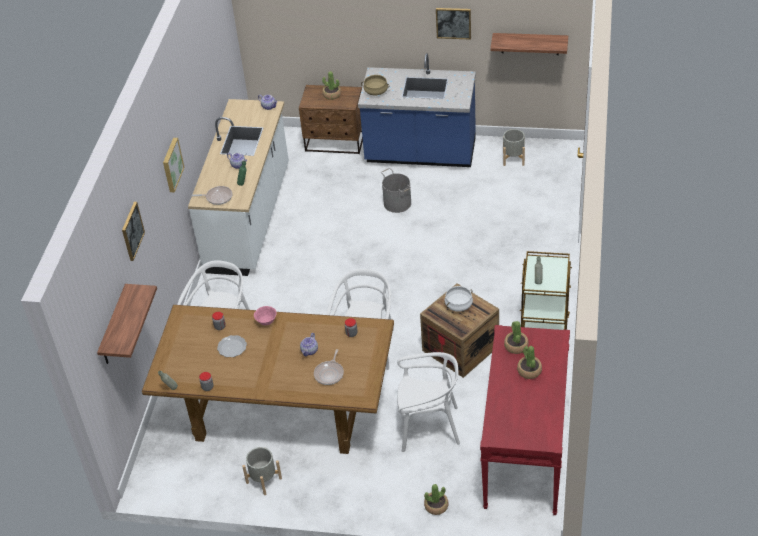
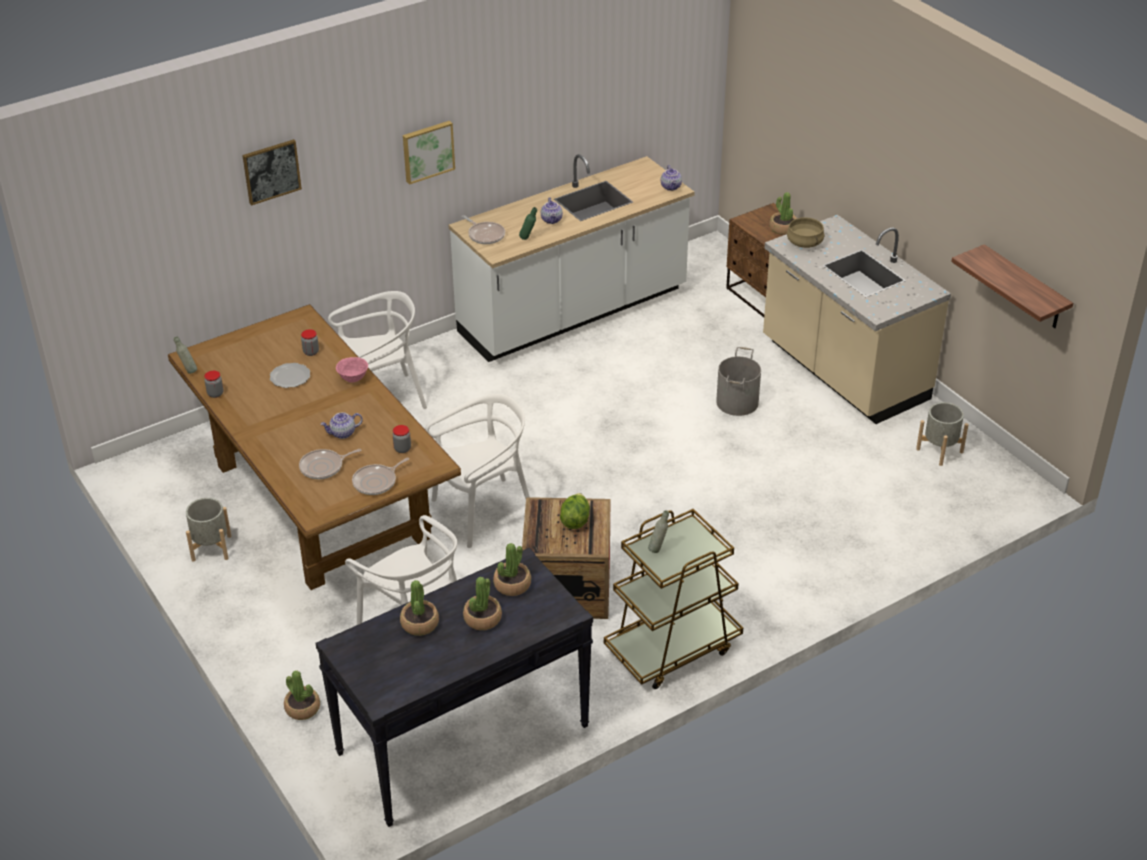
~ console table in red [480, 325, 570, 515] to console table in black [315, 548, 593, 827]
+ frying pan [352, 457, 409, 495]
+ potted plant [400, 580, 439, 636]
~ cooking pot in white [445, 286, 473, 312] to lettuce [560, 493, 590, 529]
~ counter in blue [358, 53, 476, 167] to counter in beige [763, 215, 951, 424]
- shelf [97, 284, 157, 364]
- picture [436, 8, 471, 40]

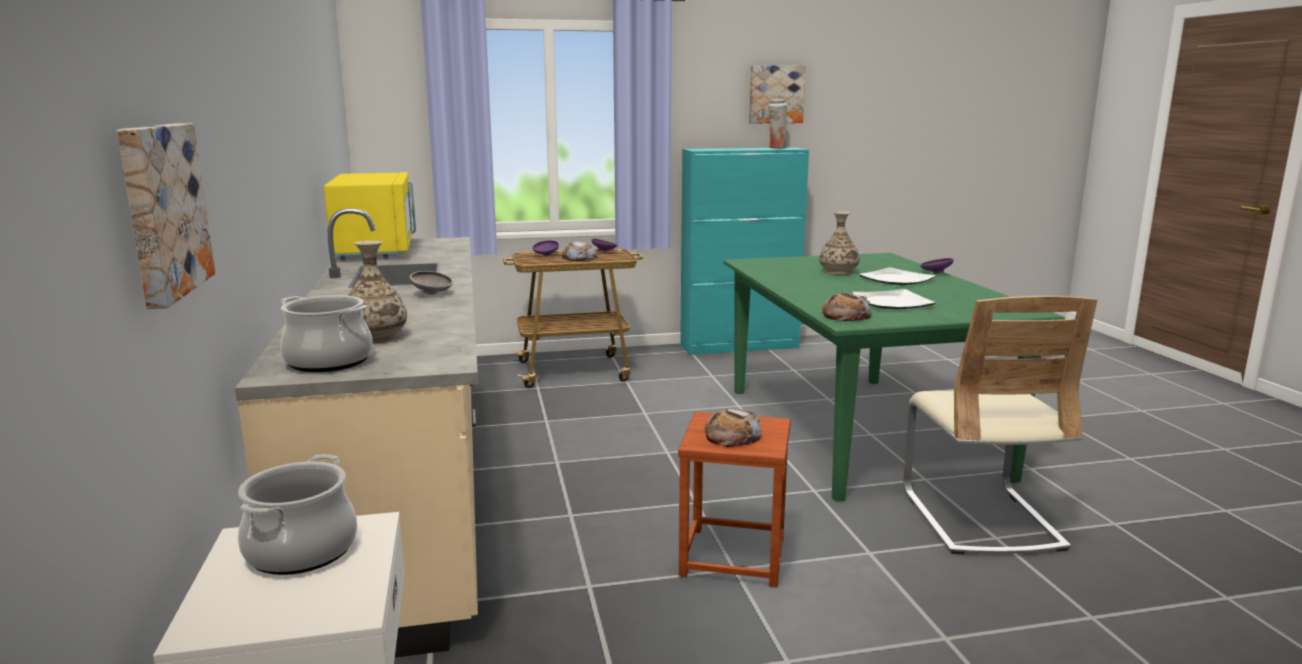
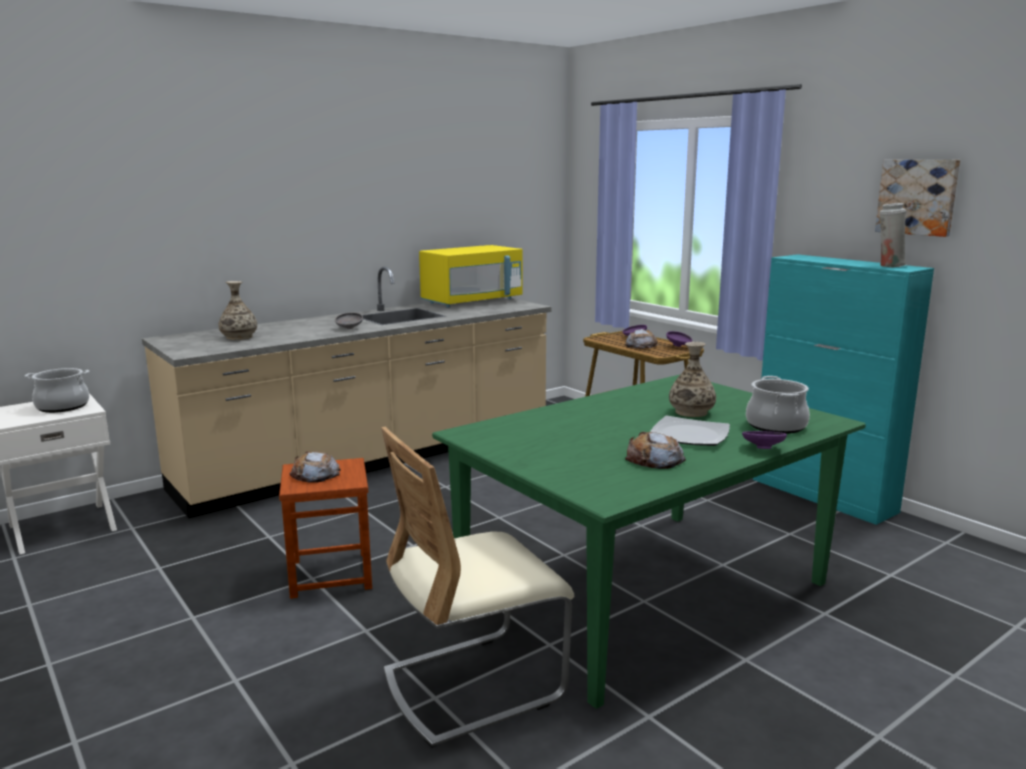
~ bread [821, 292, 872, 321] to [625, 432, 686, 469]
~ cooking pot [280, 295, 373, 372] to [746, 376, 810, 434]
- picture [117, 123, 215, 309]
- plate [852, 289, 936, 309]

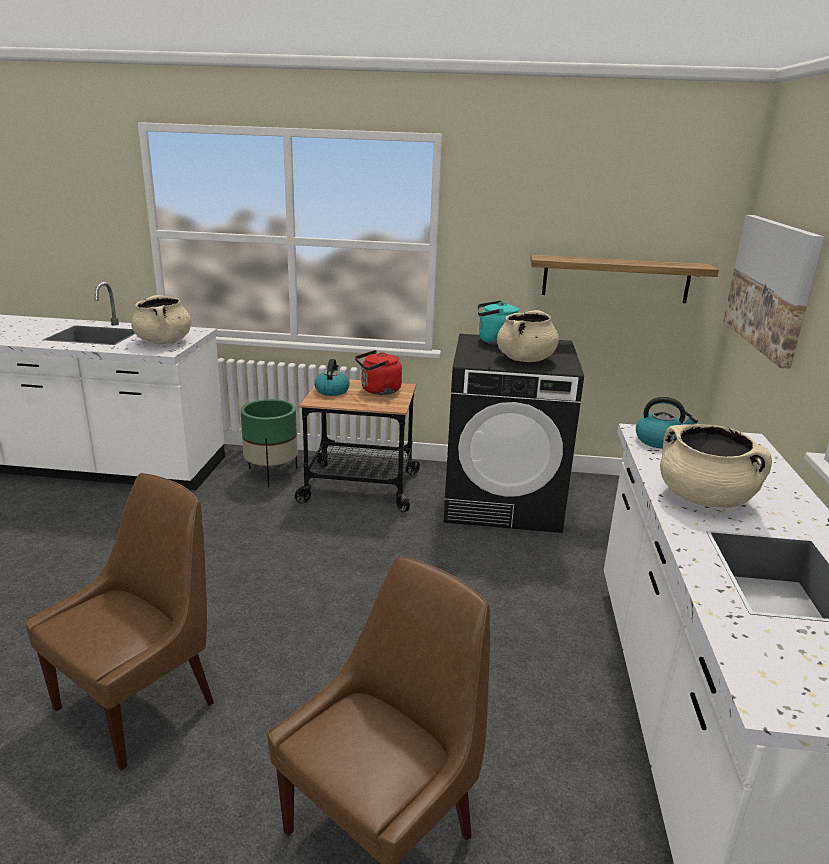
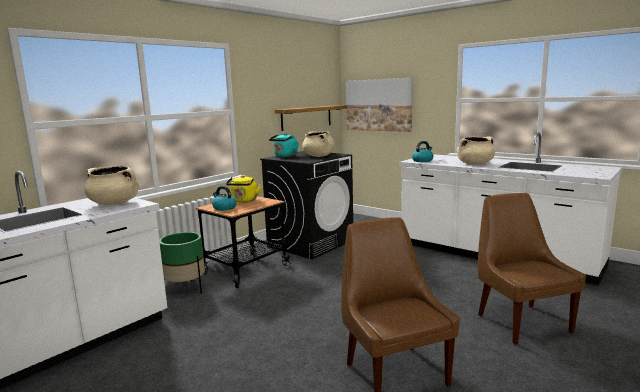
~ kettle in red [355, 350, 402, 395] to kettle in yellow [226, 175, 262, 202]

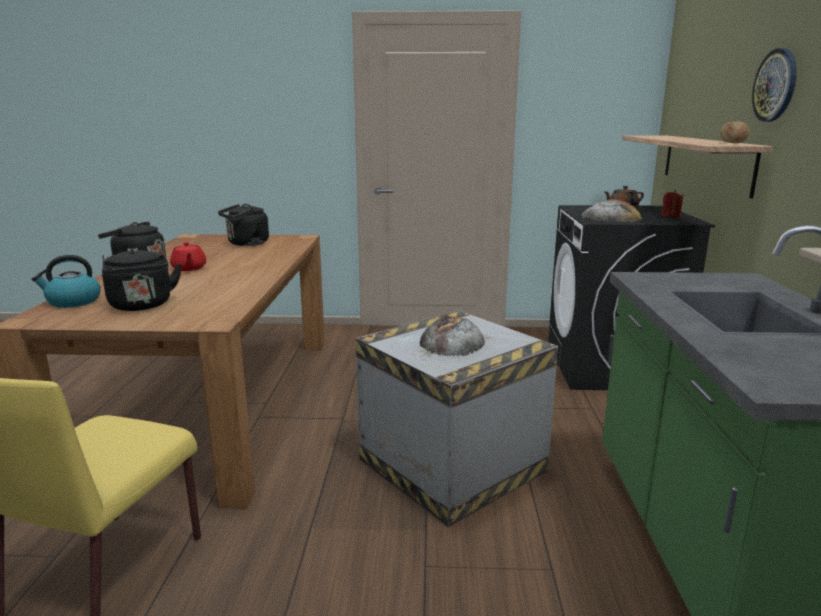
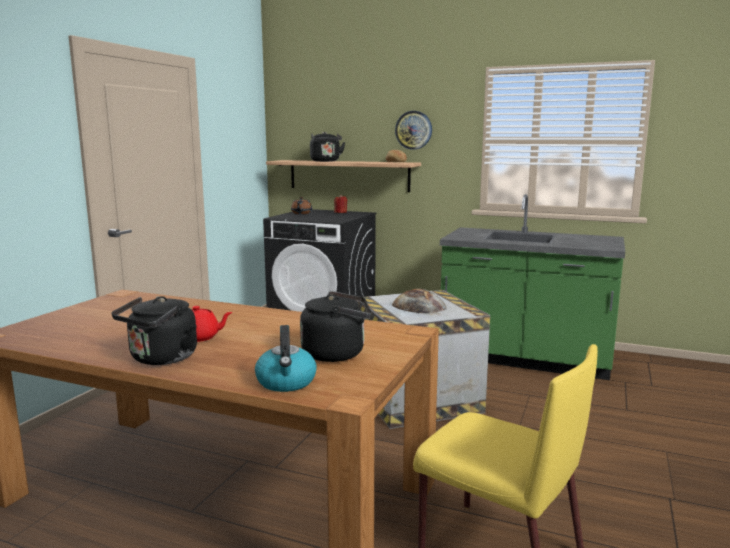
~ kettle in black [218, 204, 269, 246] to [310, 132, 345, 162]
- bread [581, 199, 642, 222]

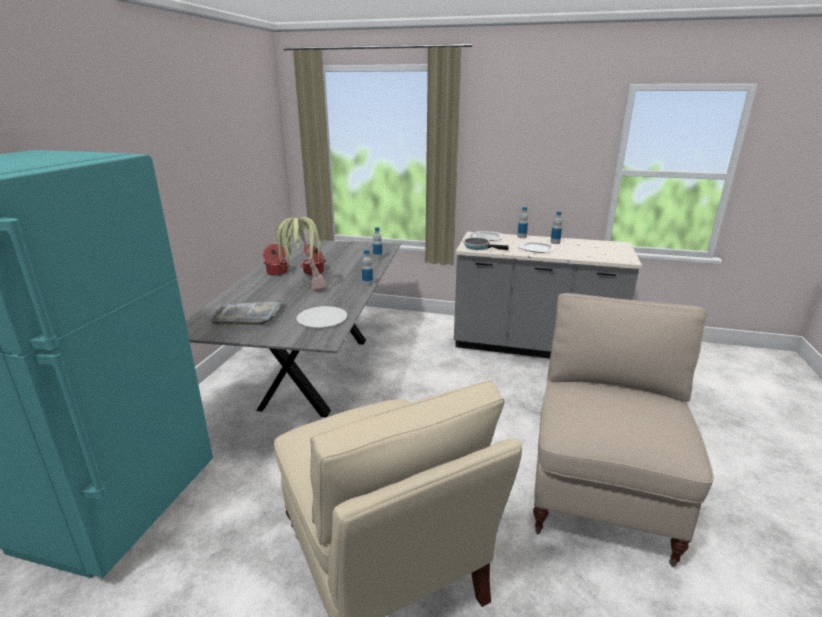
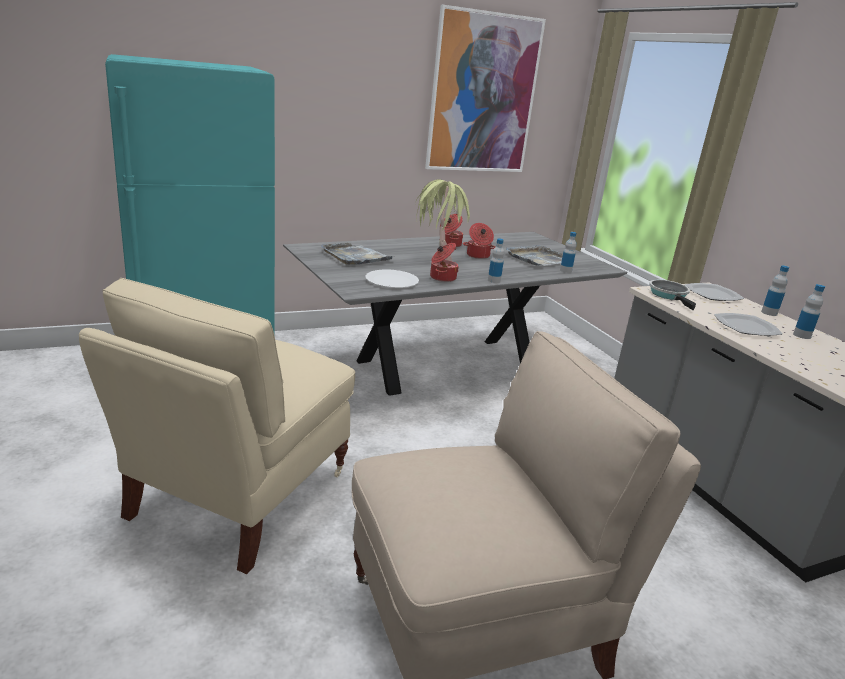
+ picture [425, 5, 546, 172]
+ cooking pot [430, 243, 459, 282]
+ tray in grey [506, 245, 563, 266]

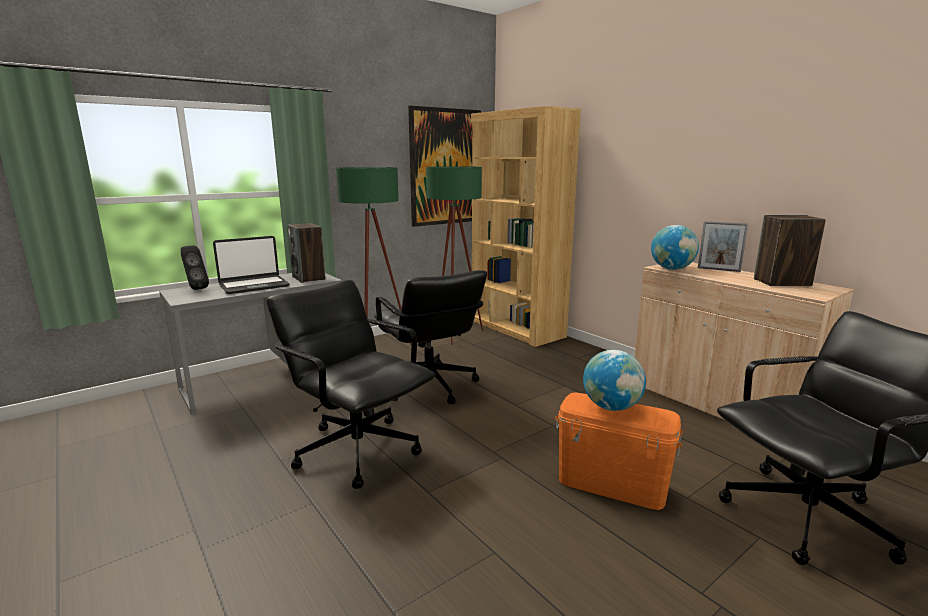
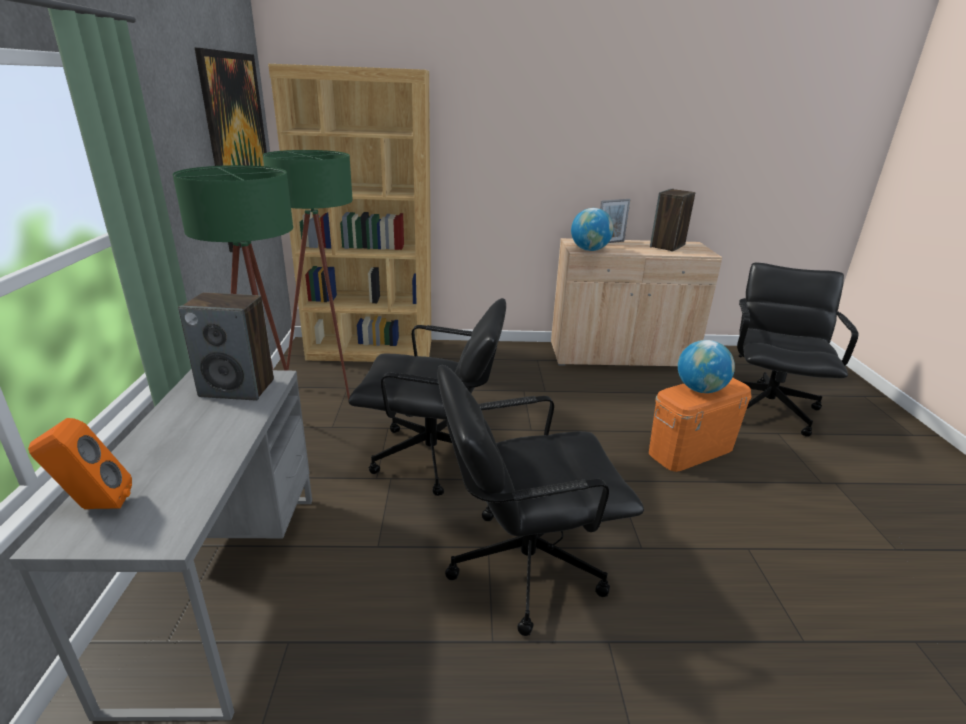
~ speaker in black [181, 246, 209, 290] to speaker in orange [28, 418, 132, 509]
- laptop [213, 236, 290, 294]

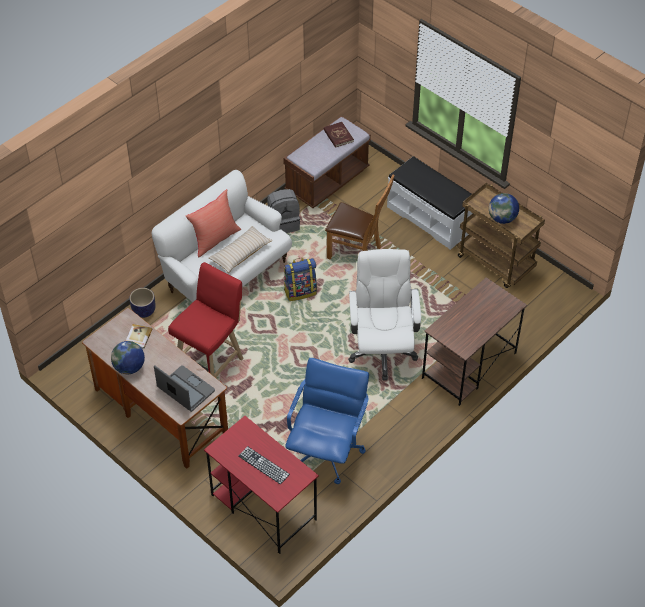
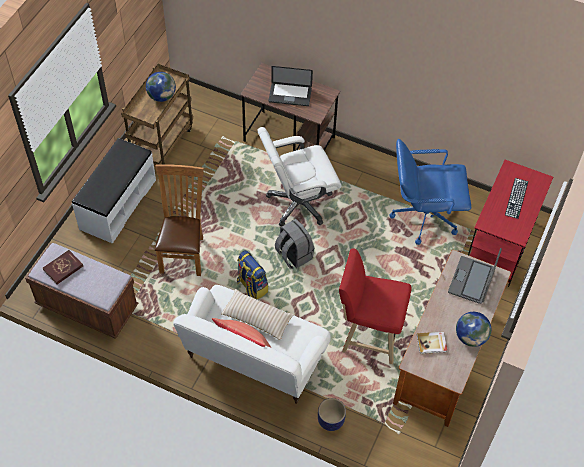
+ laptop [269, 66, 313, 106]
~ backpack in grey [267, 189, 300, 233] to [275, 219, 314, 269]

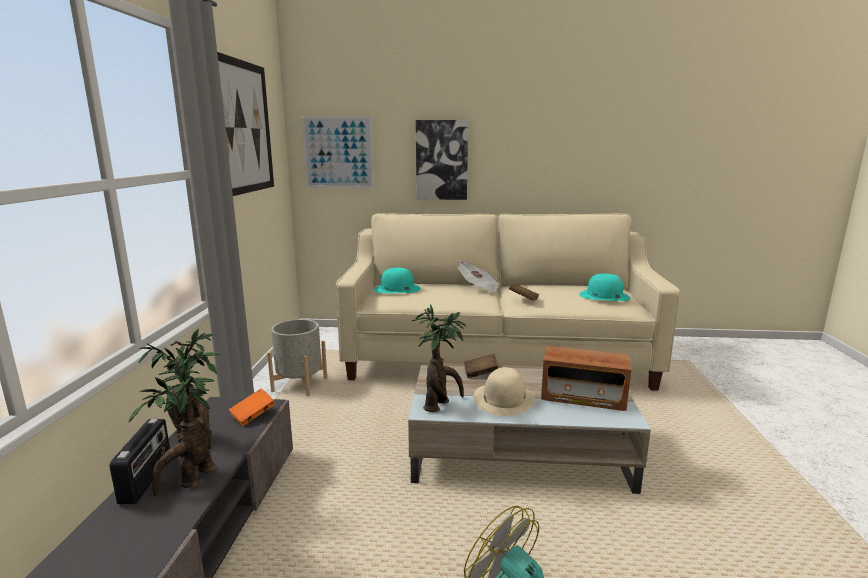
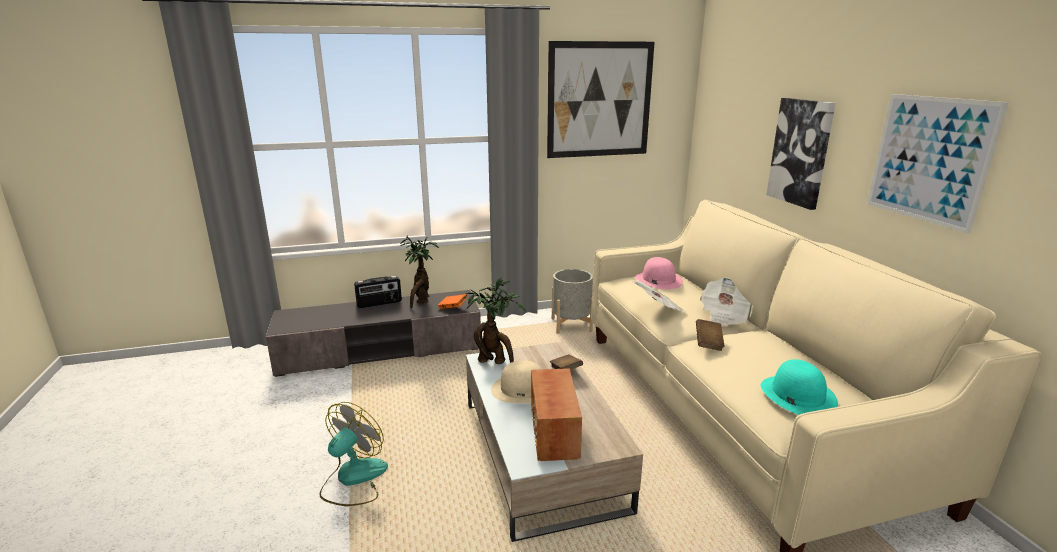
+ newspaper [633, 281, 687, 312]
~ hat in turquoise [374, 268, 421, 293] to hat in pink [635, 257, 683, 290]
~ picture [302, 116, 374, 188] to [867, 94, 1009, 234]
- potted plant [129, 356, 216, 496]

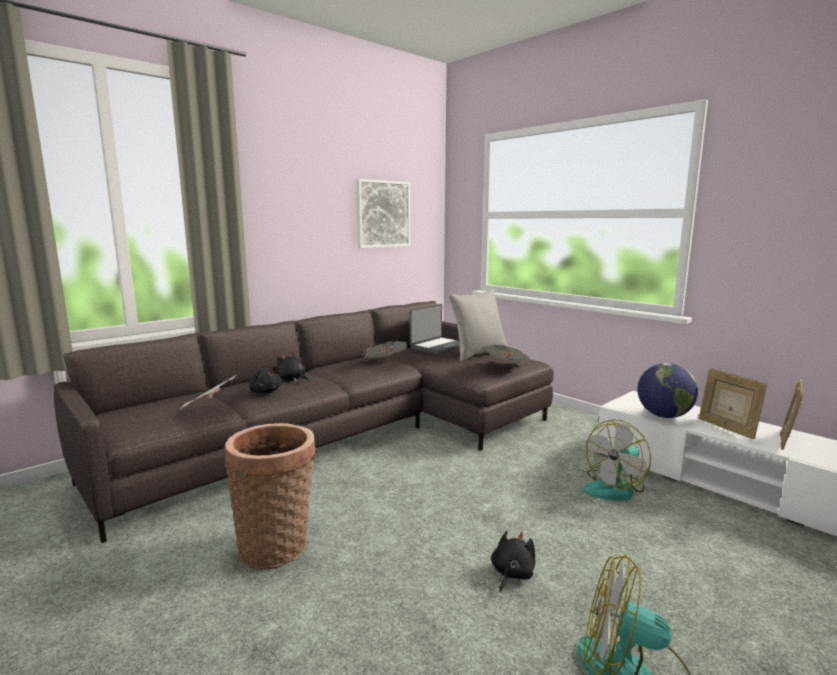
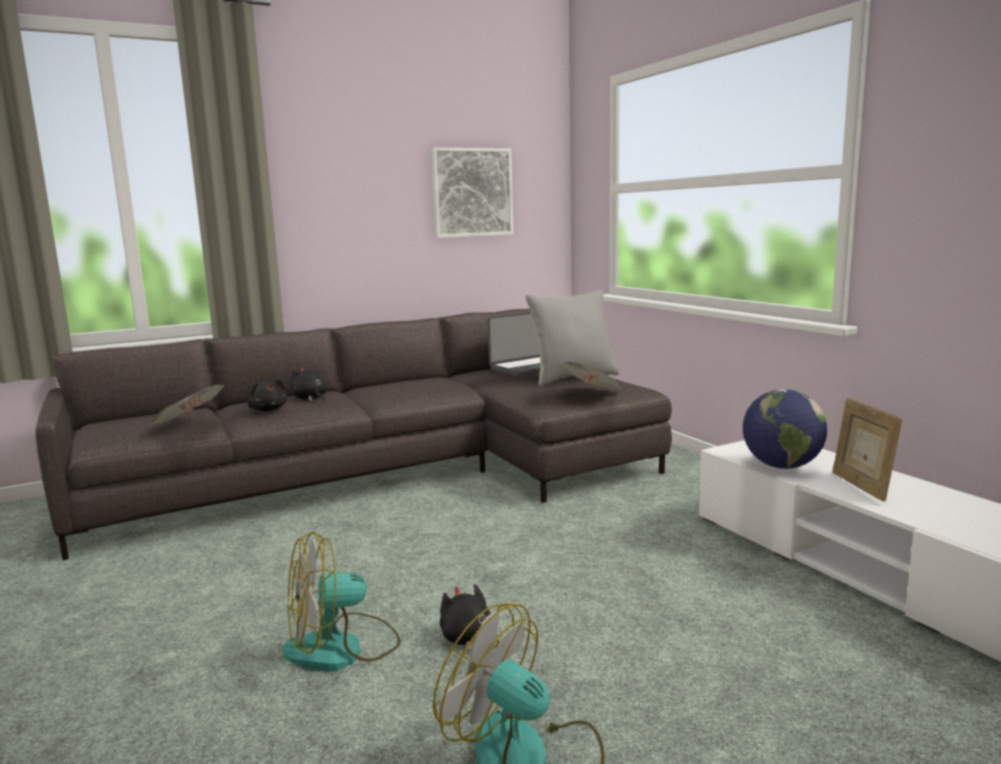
~ fan [583, 419, 651, 500] to [283, 531, 401, 672]
~ plush toy in black [491, 531, 535, 592] = [440, 584, 491, 651] 75 degrees counterclockwise
- basket [224, 423, 316, 570]
- newspaper [362, 341, 407, 358]
- picture frame [780, 379, 803, 450]

